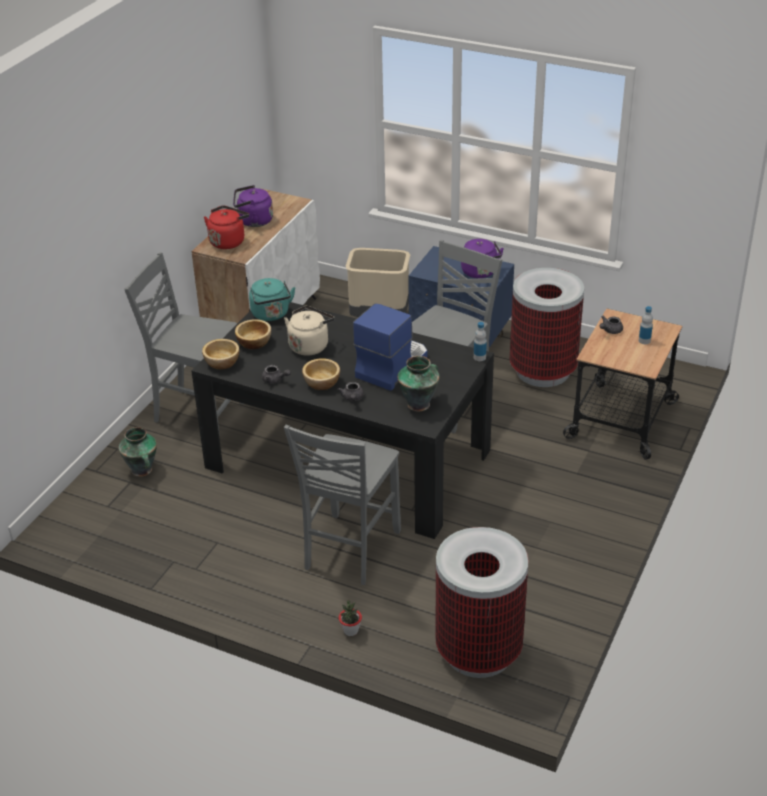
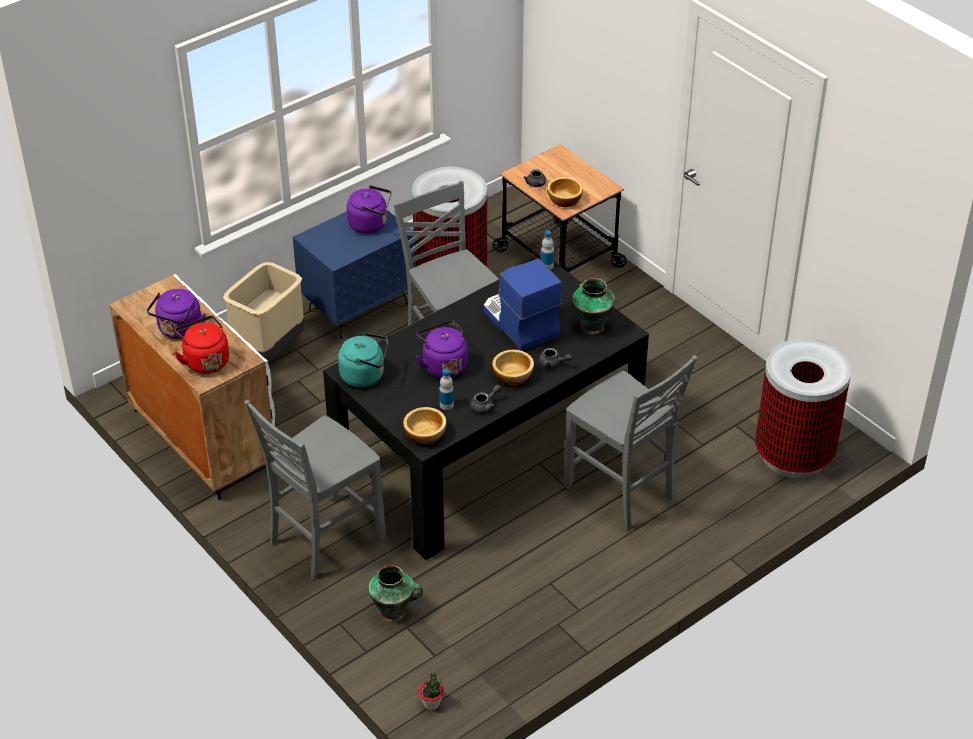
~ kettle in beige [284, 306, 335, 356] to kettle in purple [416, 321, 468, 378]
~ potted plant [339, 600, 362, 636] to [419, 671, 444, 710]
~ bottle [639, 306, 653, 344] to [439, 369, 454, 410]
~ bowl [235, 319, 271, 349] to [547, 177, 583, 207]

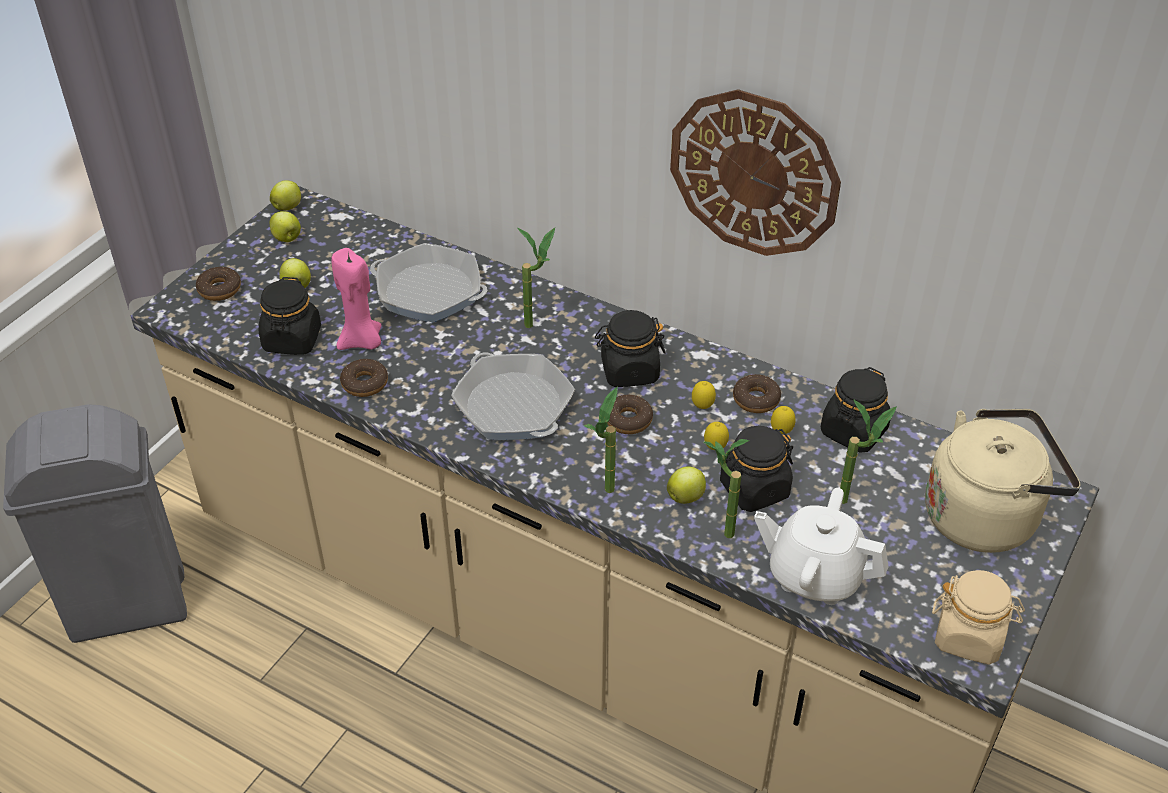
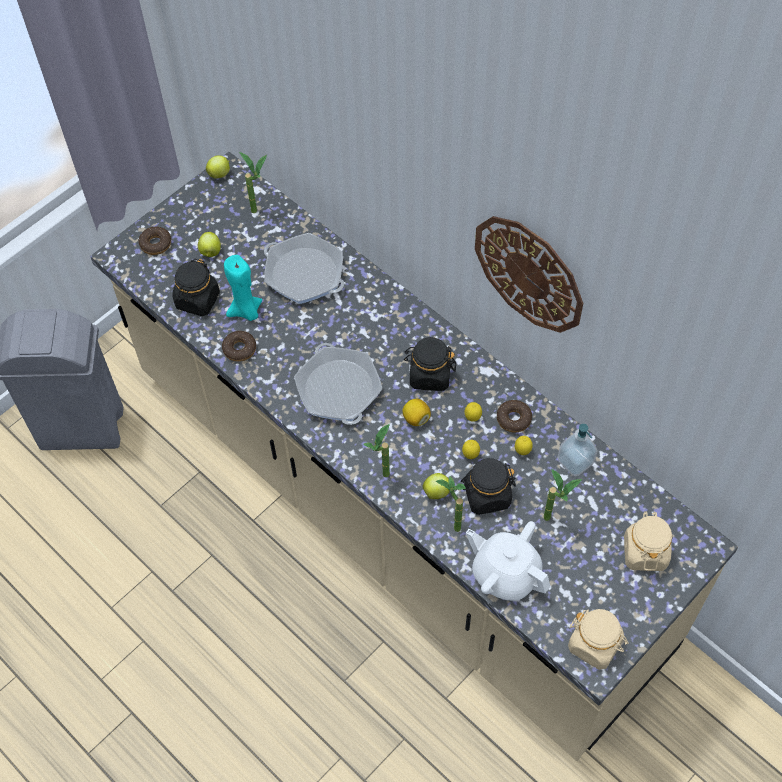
~ candle in pink [331, 248, 381, 350] to candle in turquoise [224, 255, 262, 321]
~ potted plant [518, 228, 555, 328] to [239, 152, 267, 213]
~ donut [607, 395, 653, 434] to lemon [402, 399, 431, 426]
~ jar in black [821, 367, 891, 453] to soap dispenser [557, 424, 598, 476]
~ kettle in beige [925, 409, 1081, 553] to jar in beige [624, 511, 672, 571]
- apple [270, 211, 301, 242]

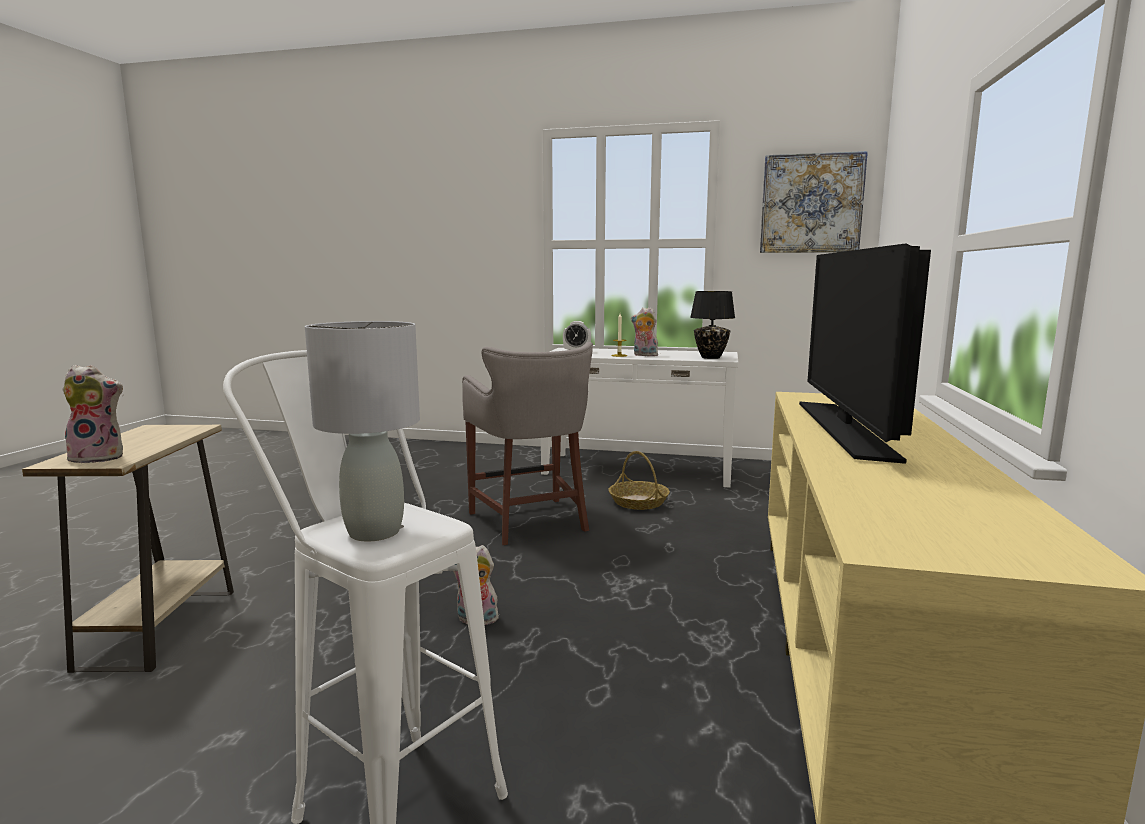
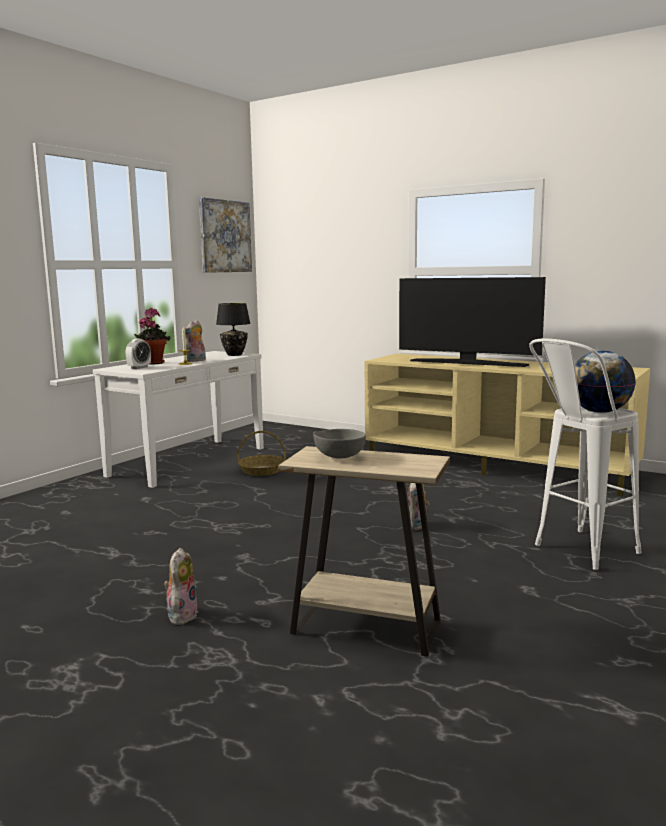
+ potted plant [134, 308, 171, 365]
~ plush toy [62, 365, 124, 464] to [164, 548, 198, 625]
+ bowl in grey [313, 429, 366, 459]
~ table lamp in grey [305, 321, 420, 541] to globe [575, 351, 636, 413]
- stool in grey [462, 342, 593, 545]

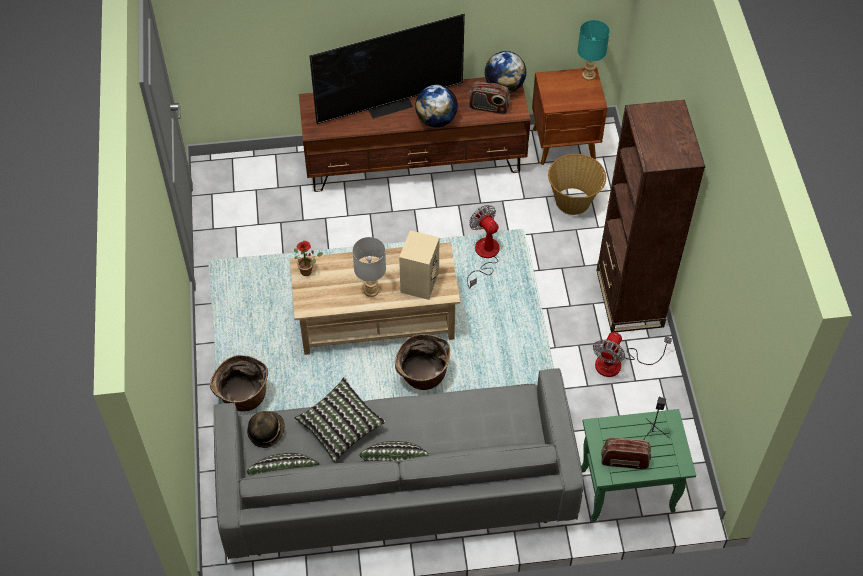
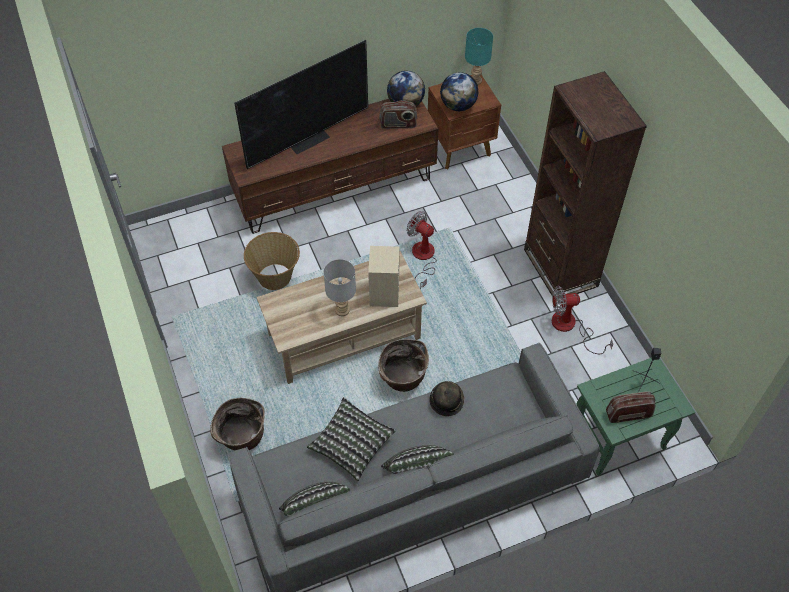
~ basket [548, 154, 606, 215] to [244, 232, 300, 290]
~ hat [247, 411, 285, 448] to [430, 381, 464, 416]
~ globe [415, 85, 458, 128] to [440, 72, 479, 111]
~ fan [593, 332, 672, 377] = [552, 286, 613, 354] 75 degrees clockwise
- potted plant [294, 241, 323, 276]

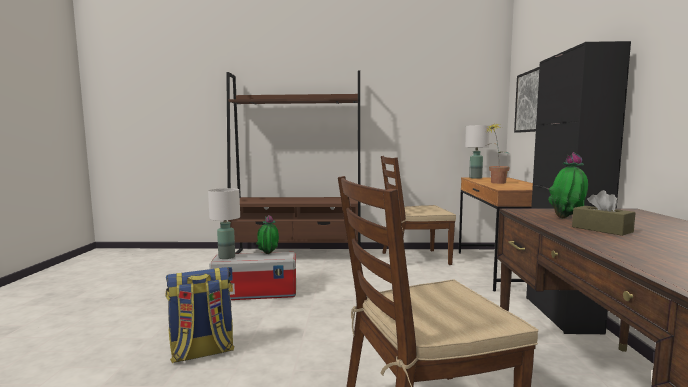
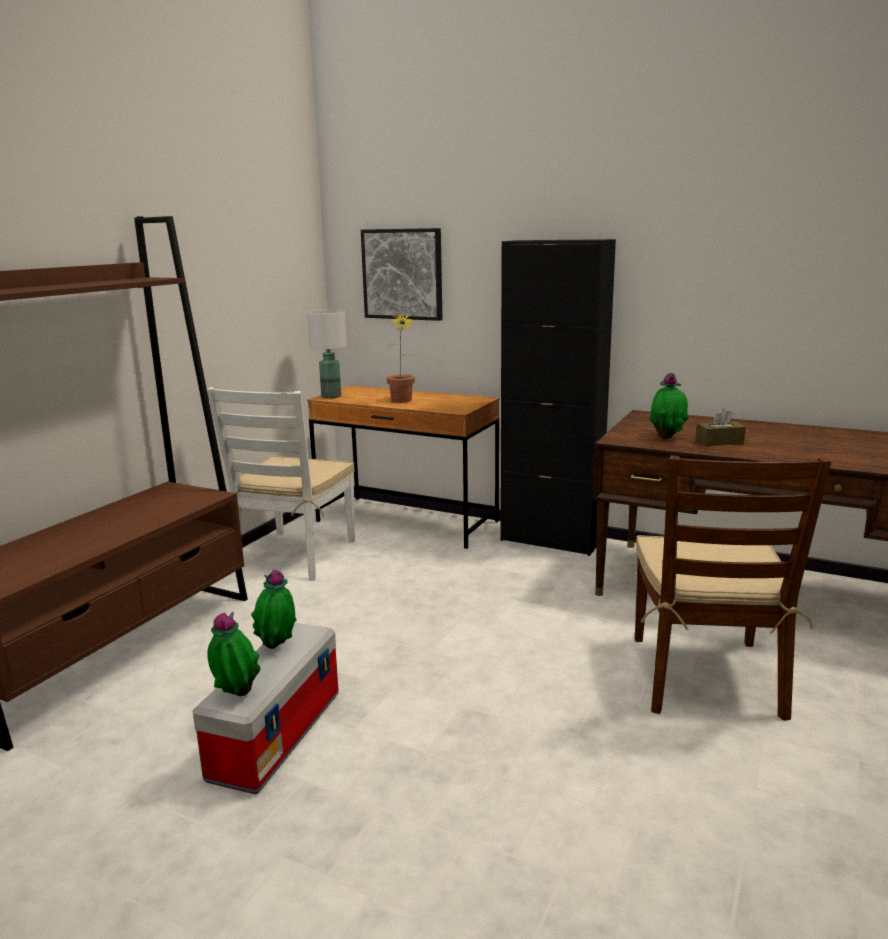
~ chair in brown [381, 156, 456, 265] to chair in white [207, 387, 355, 580]
~ table lamp in white [208, 188, 240, 259] to potted plant [207, 612, 261, 696]
- backpack [165, 267, 234, 363]

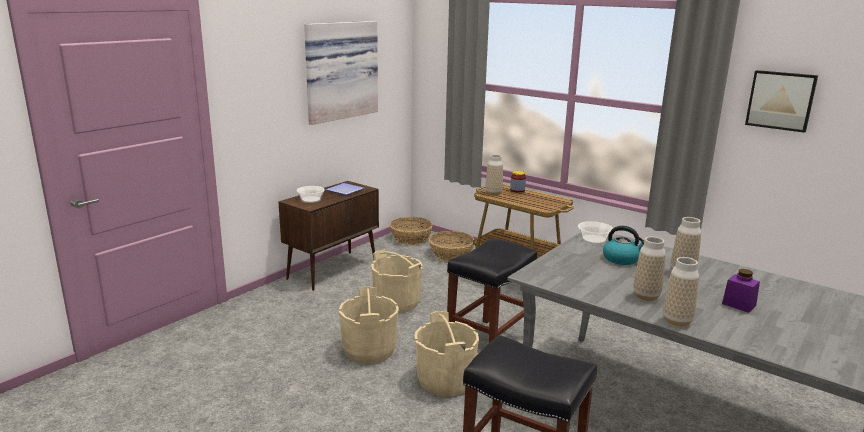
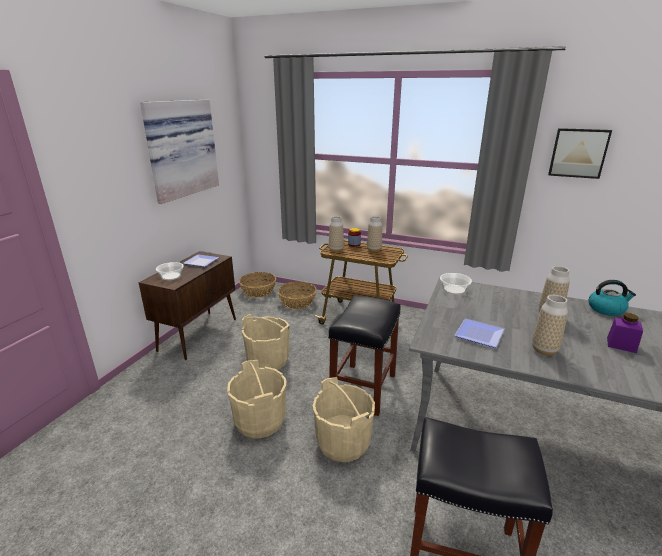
~ vase [663, 257, 699, 326] to [367, 216, 382, 252]
+ plate [454, 318, 505, 348]
~ kettle [603, 226, 645, 265] to [589, 280, 636, 316]

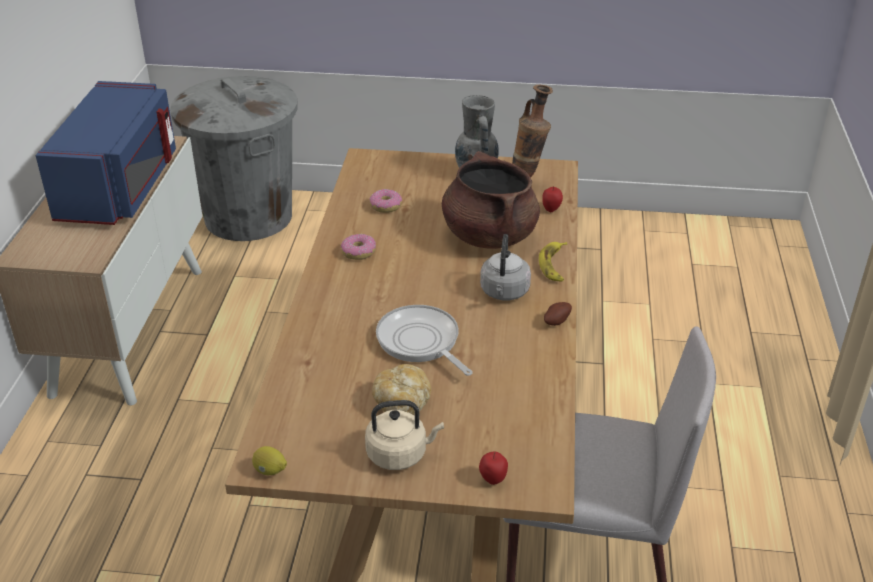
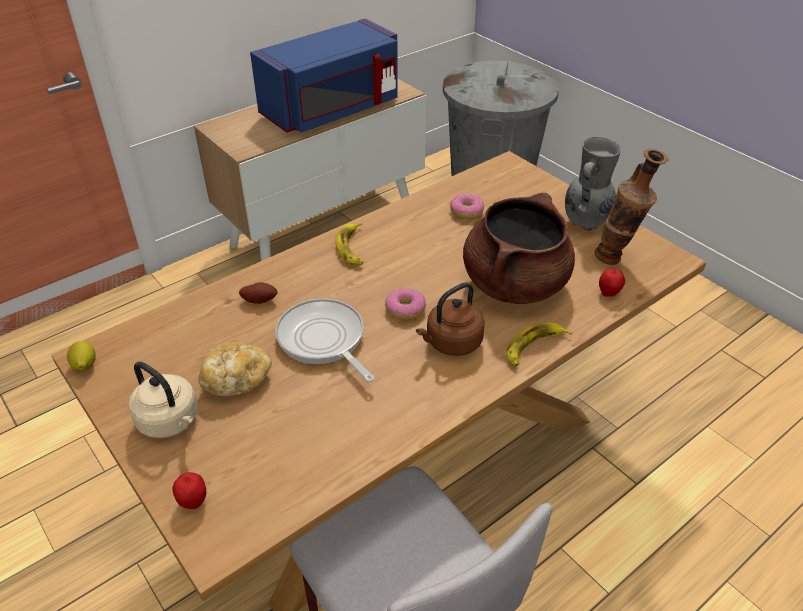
~ potato [544, 302, 572, 326] to [239, 282, 277, 304]
~ frying pan [376, 305, 473, 376] = [275, 298, 375, 382] 45 degrees counterclockwise
+ banana [335, 222, 363, 265]
~ donut [341, 234, 376, 260] to [385, 288, 426, 320]
~ kettle in grey [480, 234, 531, 301] to kettle in brown [416, 282, 485, 356]

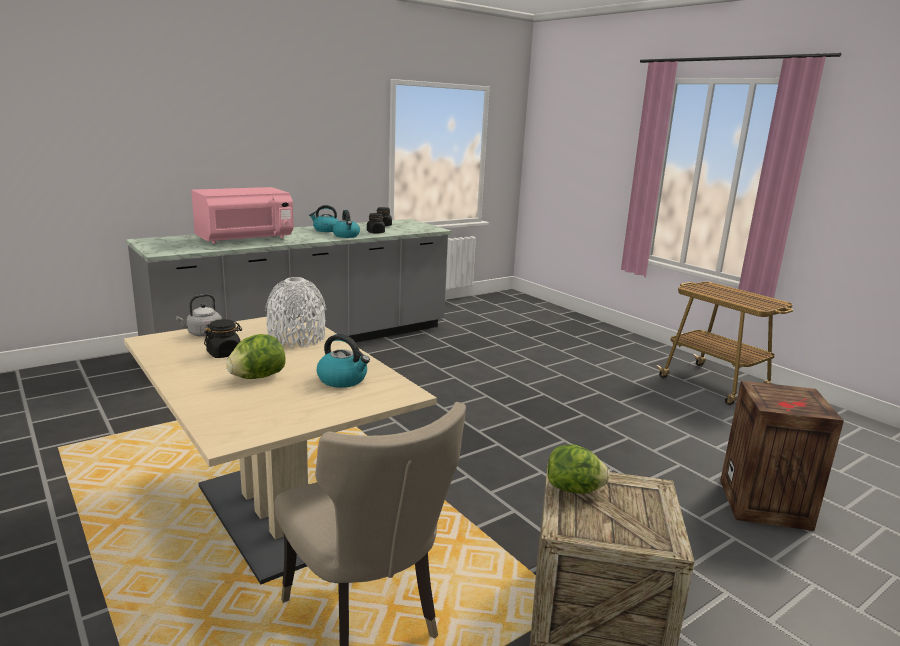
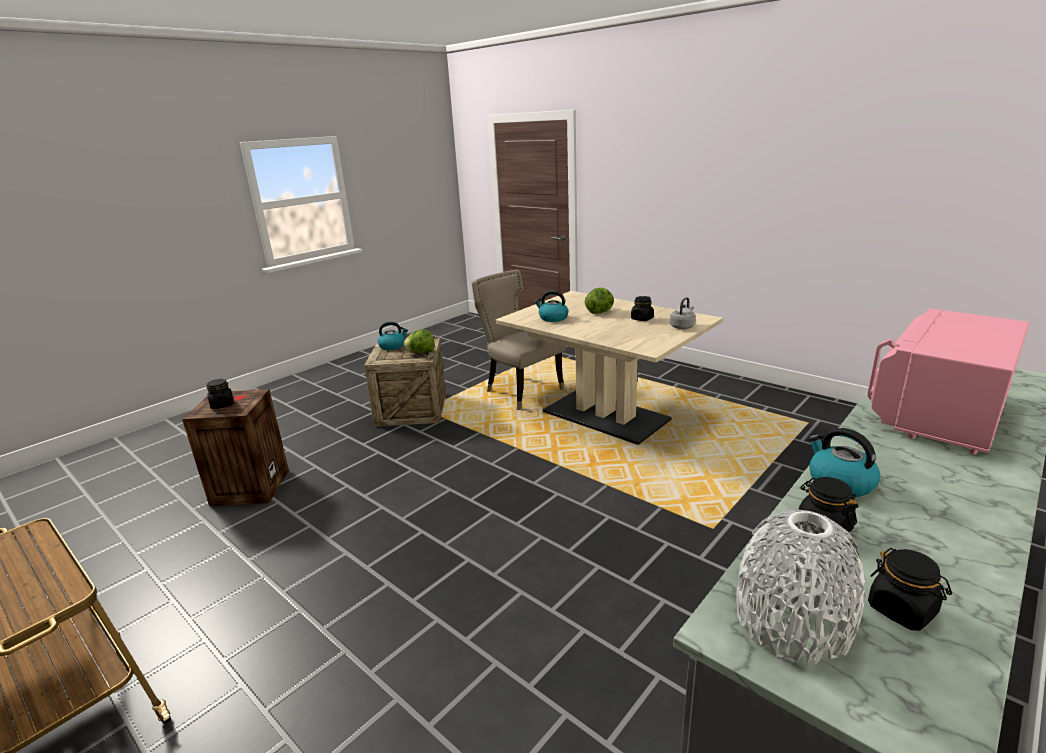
+ jar in black [207, 379, 234, 409]
~ kettle [309, 205, 339, 232] to [378, 322, 408, 350]
~ vase in white [265, 277, 326, 348] to [736, 509, 865, 665]

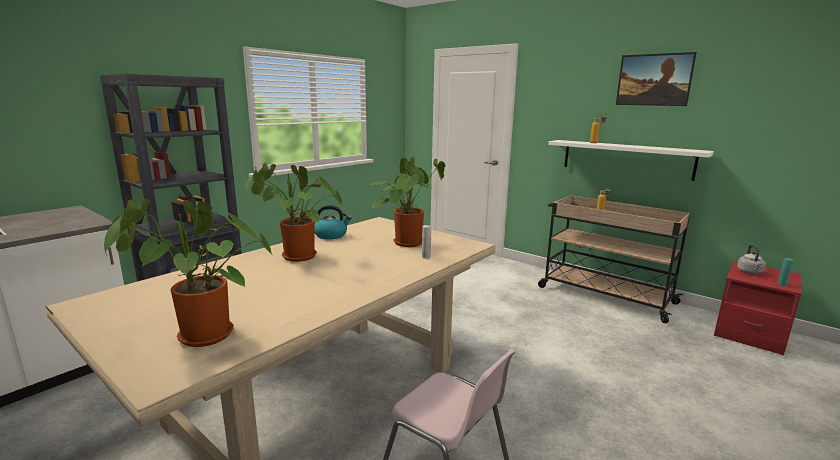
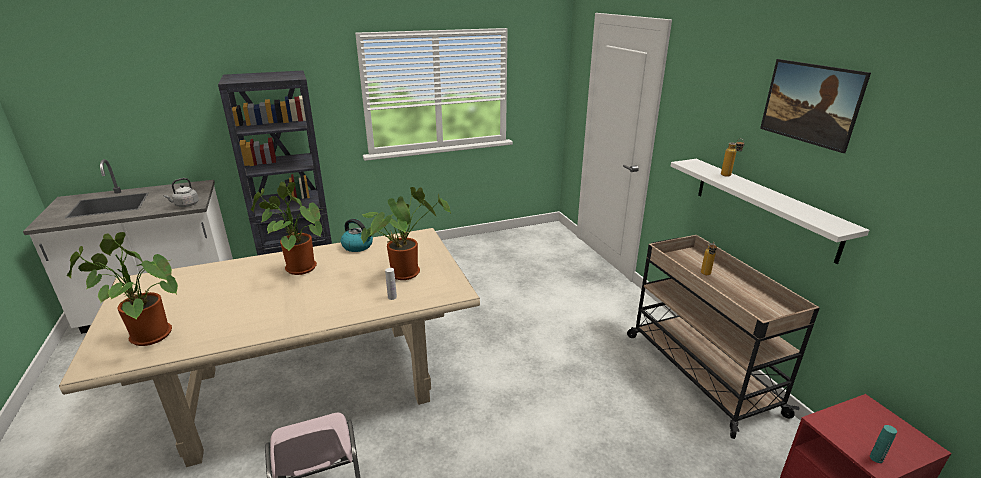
~ kettle in grey [737, 245, 766, 274] to [163, 178, 199, 207]

